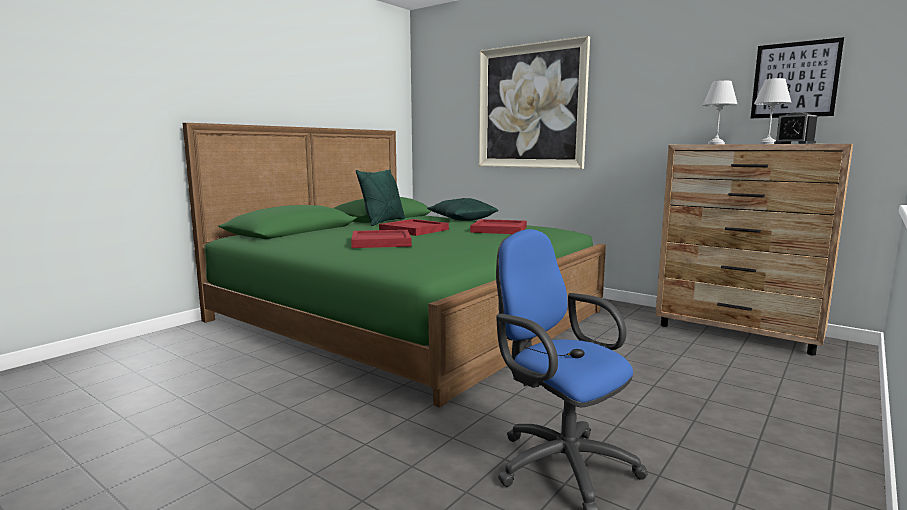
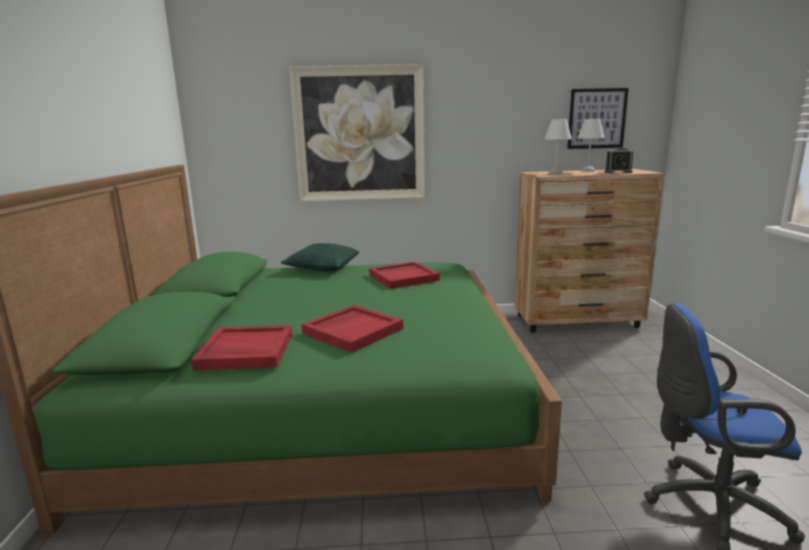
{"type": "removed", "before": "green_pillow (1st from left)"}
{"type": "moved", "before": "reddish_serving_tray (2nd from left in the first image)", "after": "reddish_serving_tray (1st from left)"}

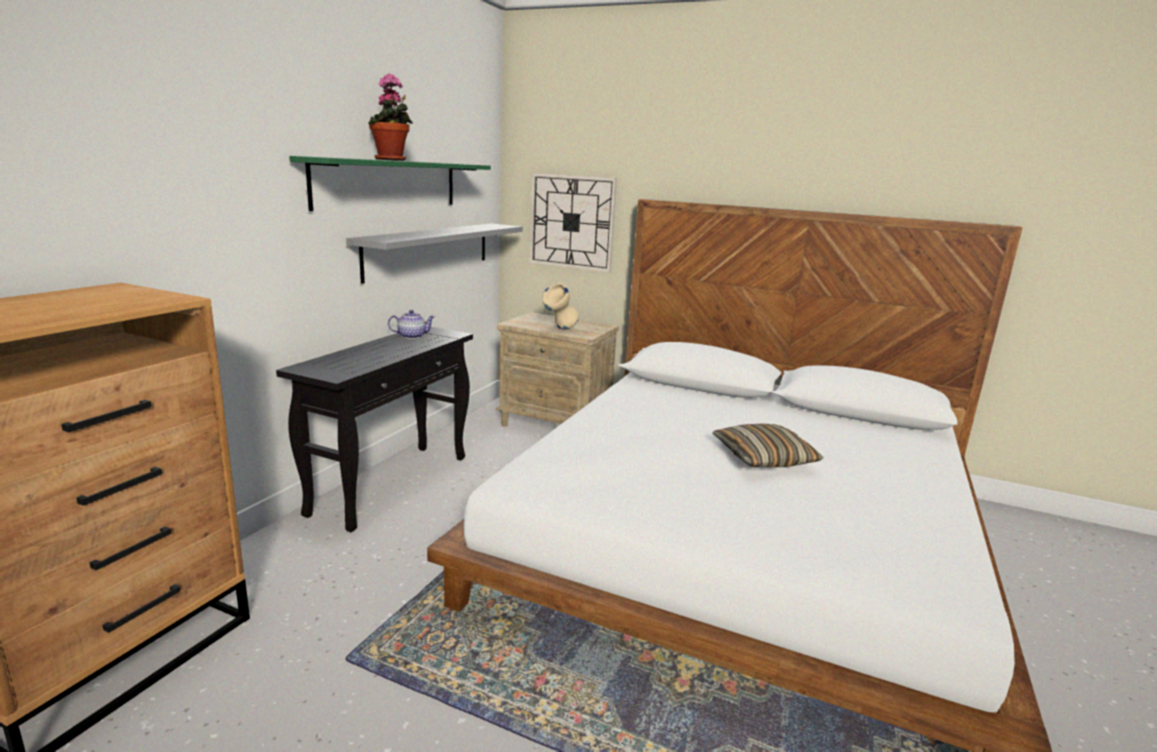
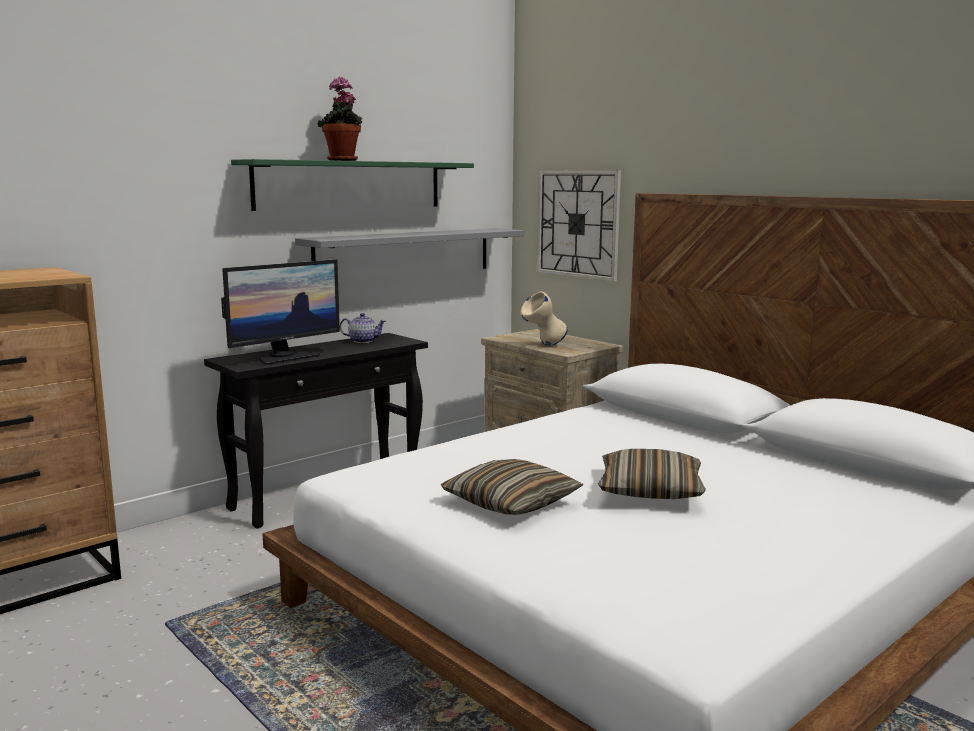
{"type": "added", "after": "monitor"}
{"type": "added", "after": "pillow (1st from left)"}

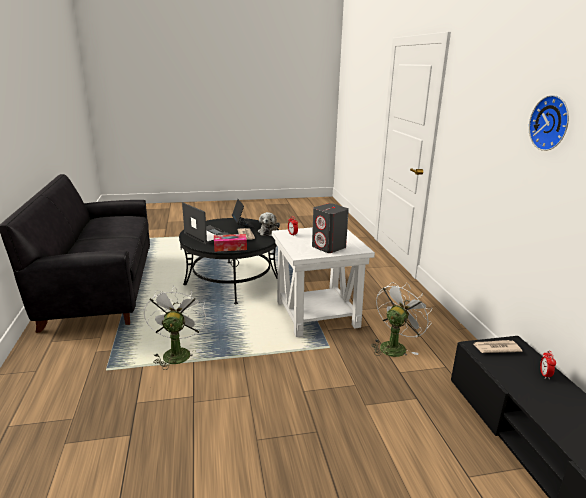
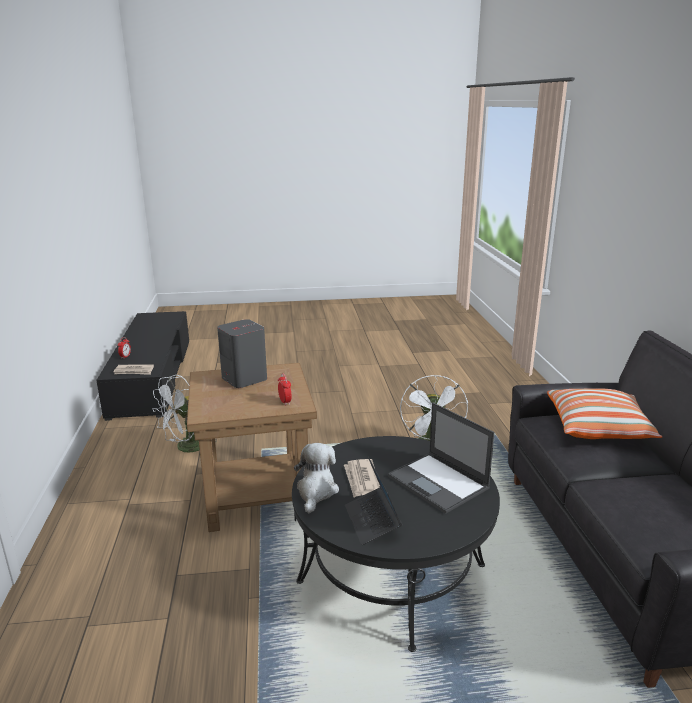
{"type": "removed", "before": "tissue_holder"}
{"type": "recoloured", "before": "white-coloured_side_table", "after": "brownish_side_table"}
{"type": "removed", "before": "hanging_clock"}
{"type": "added", "after": "pillow"}

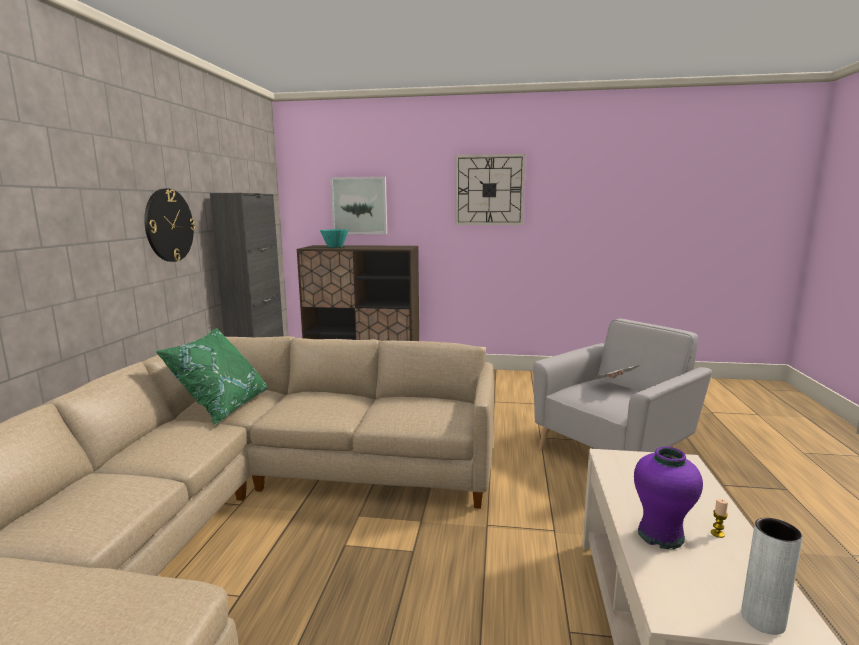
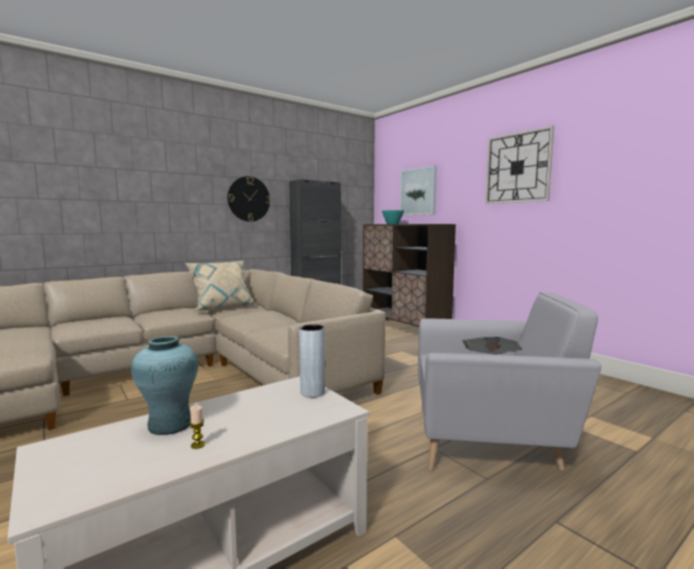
{"type": "recoloured", "before": "green_pillow", "after": "beige_pillow"}
{"type": "recoloured", "before": "purplish_decorative_vase", "after": "turquoise_decorative_vase"}
{"type": "moved", "before": "gray_decorative_vase"}

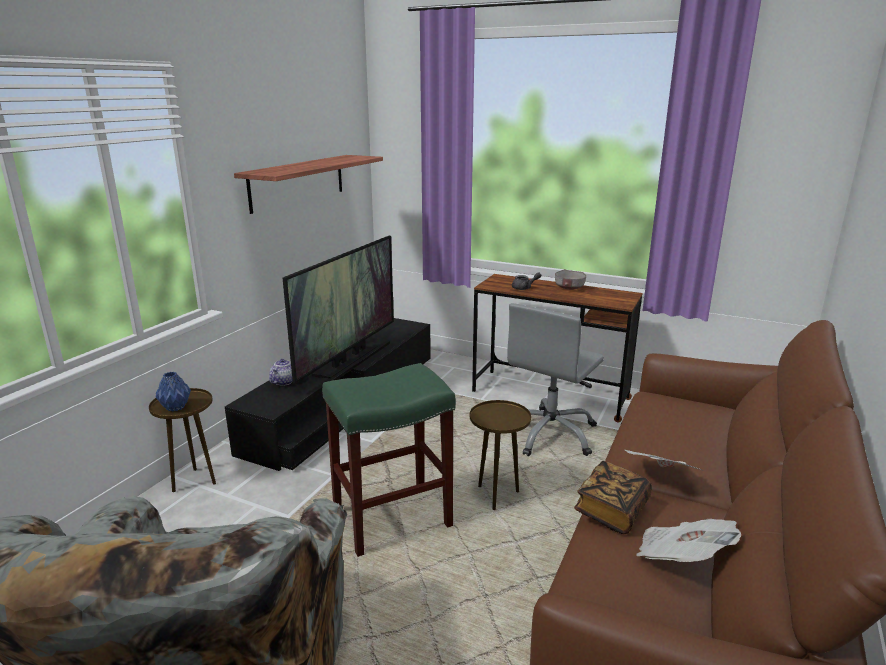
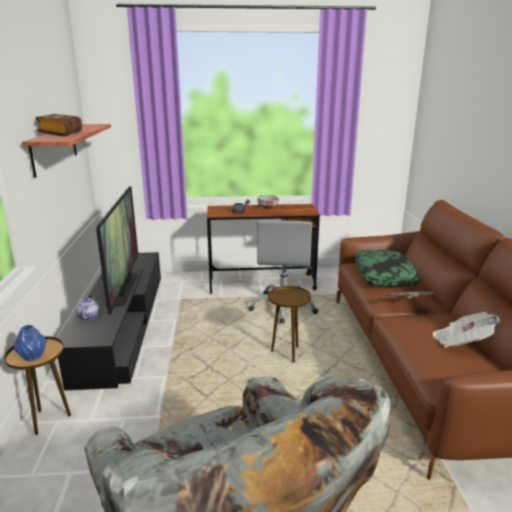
{"type": "removed", "before": "green_sitting_stool"}
{"type": "moved", "before": "bound_book"}
{"type": "added", "after": "pillow"}

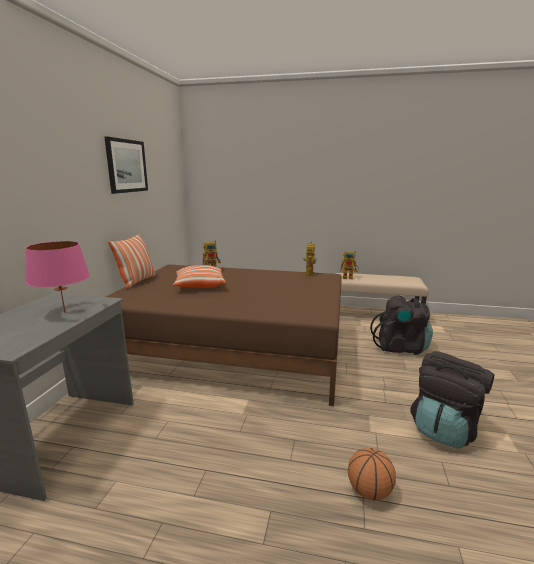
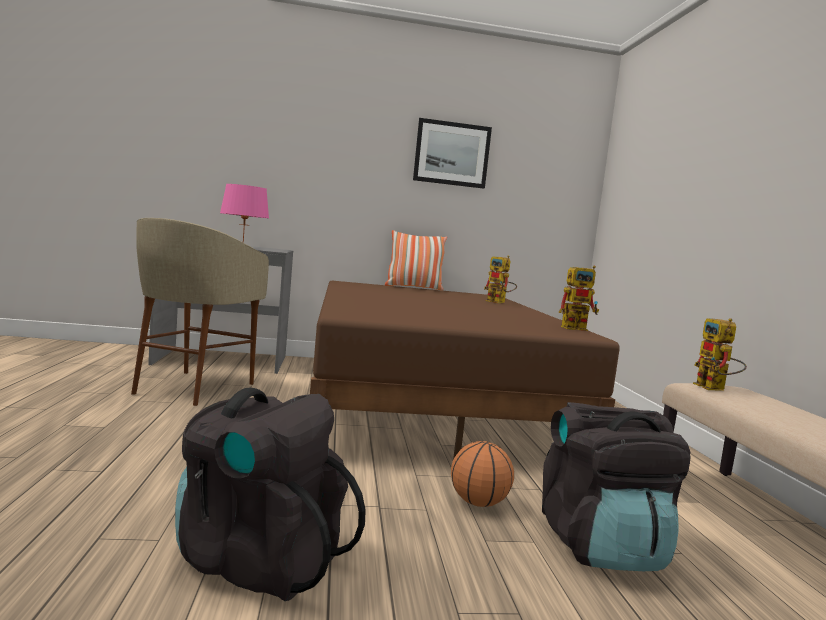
{"type": "removed", "before": "pillow (2nd from left)"}
{"type": "moved", "before": "ball_for_basketball"}
{"type": "added", "after": "beige_sitting_stool"}

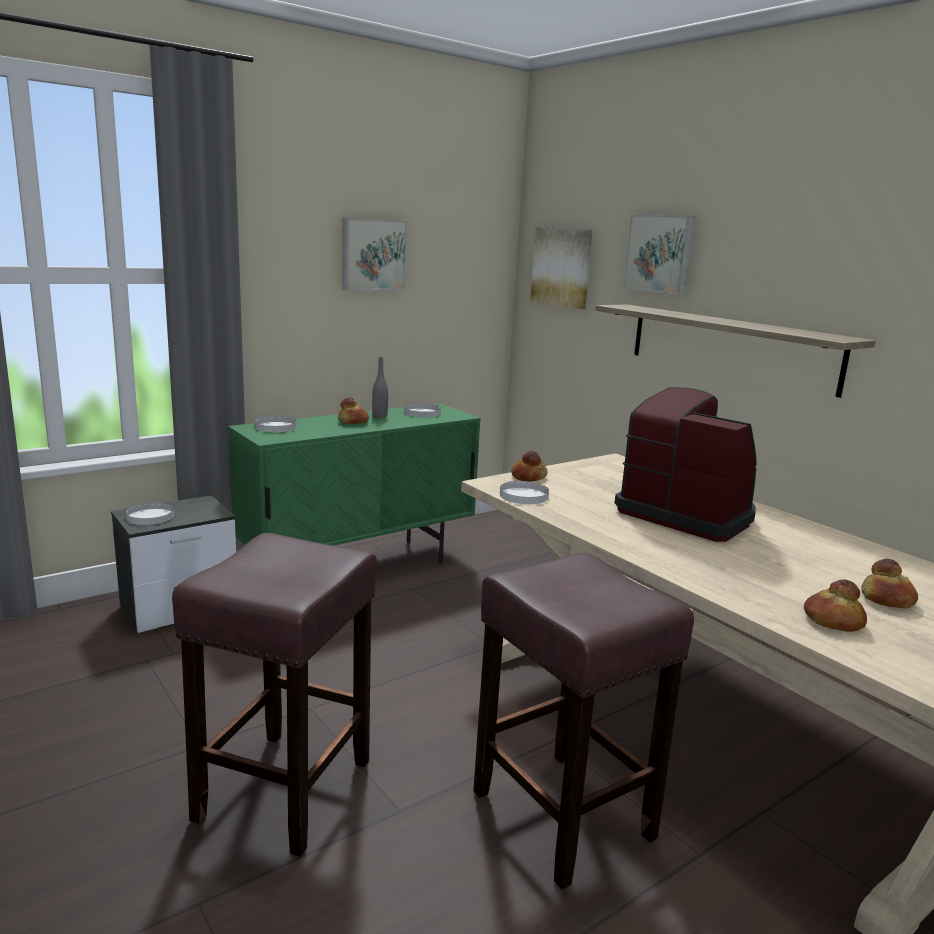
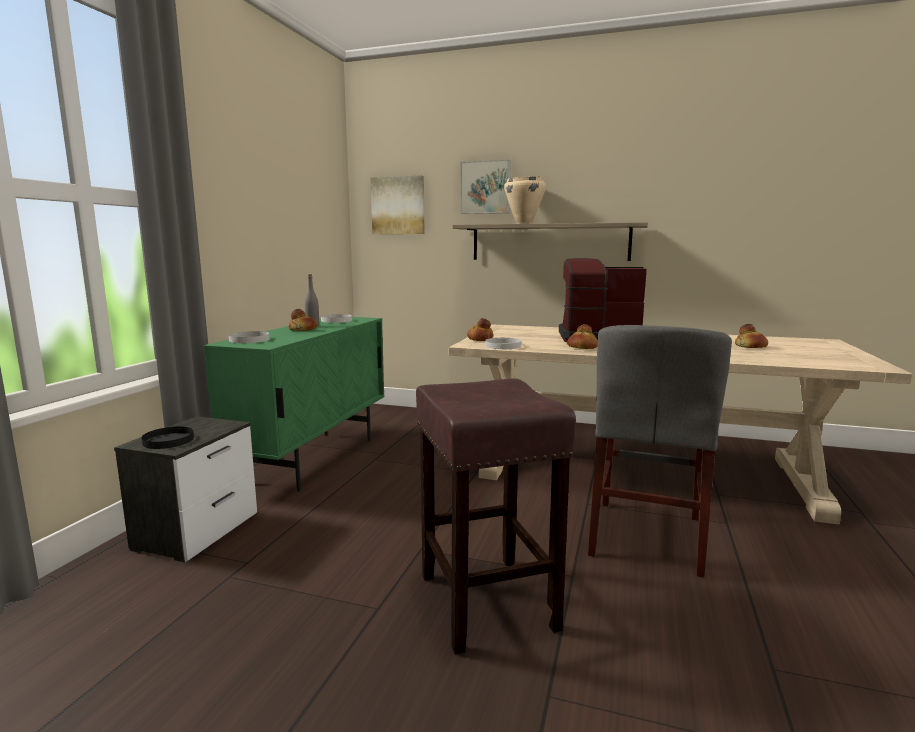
{"type": "recoloured", "before": "white-coloured_dinner_plate (1st from left)", "after": "blackish_dinner_plate"}
{"type": "removed", "before": "wall_picture (1st from left)"}
{"type": "replaced", "before": "brownish_sitting_stool (2nd from left)", "after": "gray_plain_chair"}
{"type": "moved", "before": "baked_bread (3rd from left)"}
{"type": "added", "after": "beige_cooking_pot"}

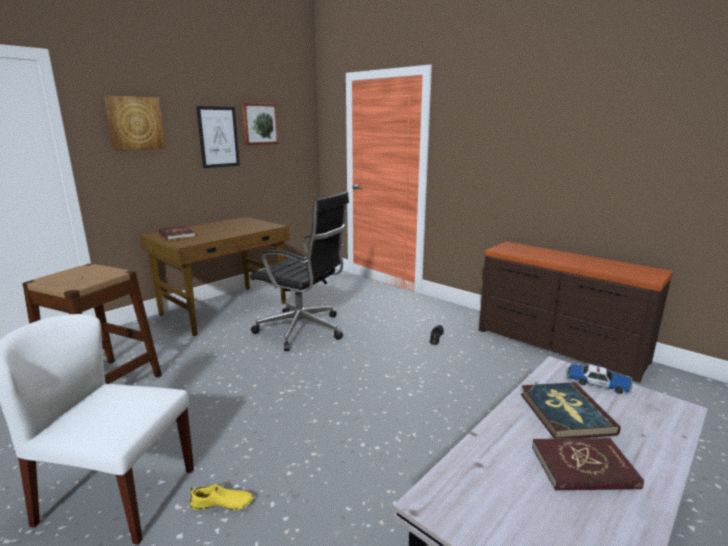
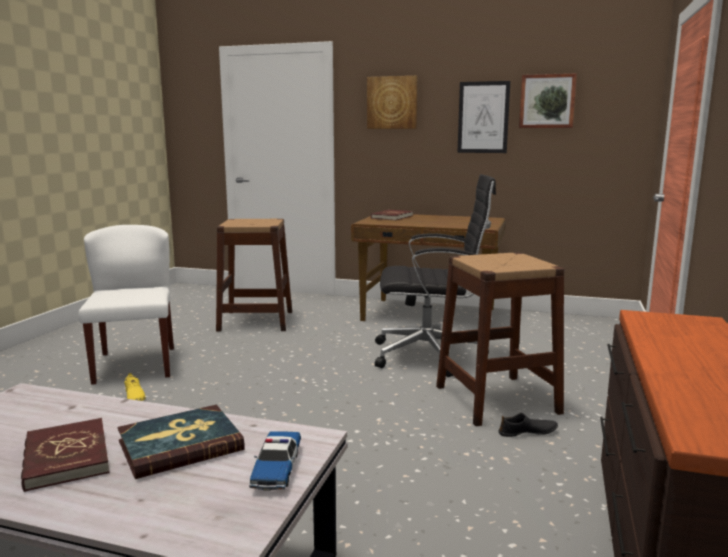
{"type": "turned", "before": "blackish_office_chair", "turn": -90}
{"type": "added", "after": "brownish_sitting_stool (2nd from left)"}

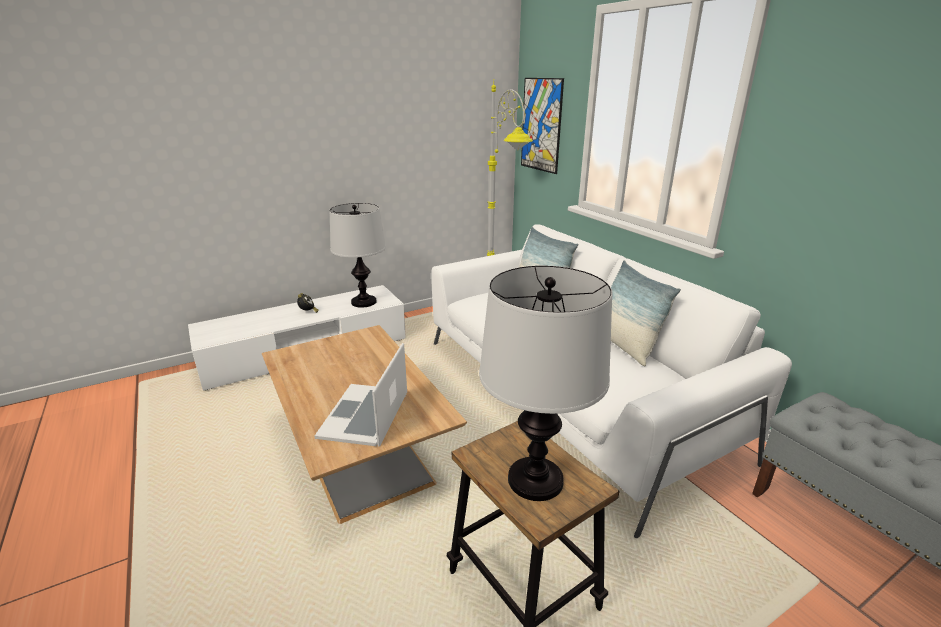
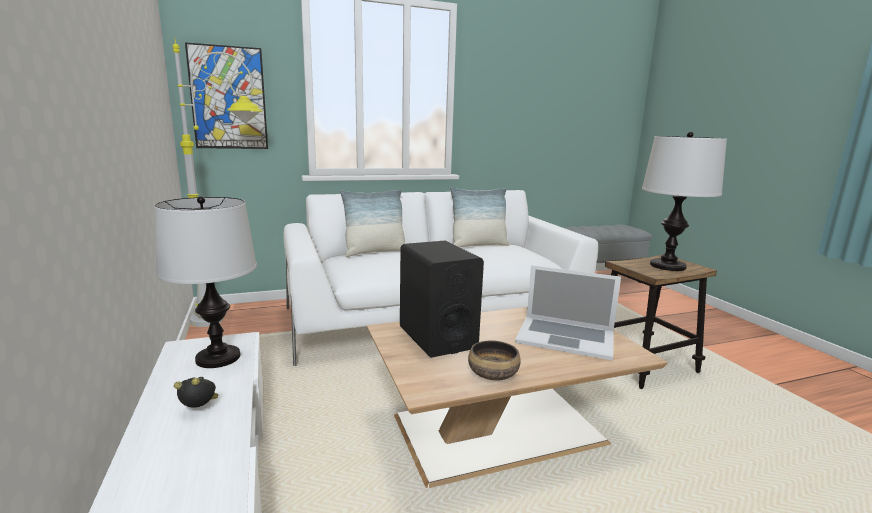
{"type": "added", "after": "blackish_audio_speaker"}
{"type": "added", "after": "deep_dish"}

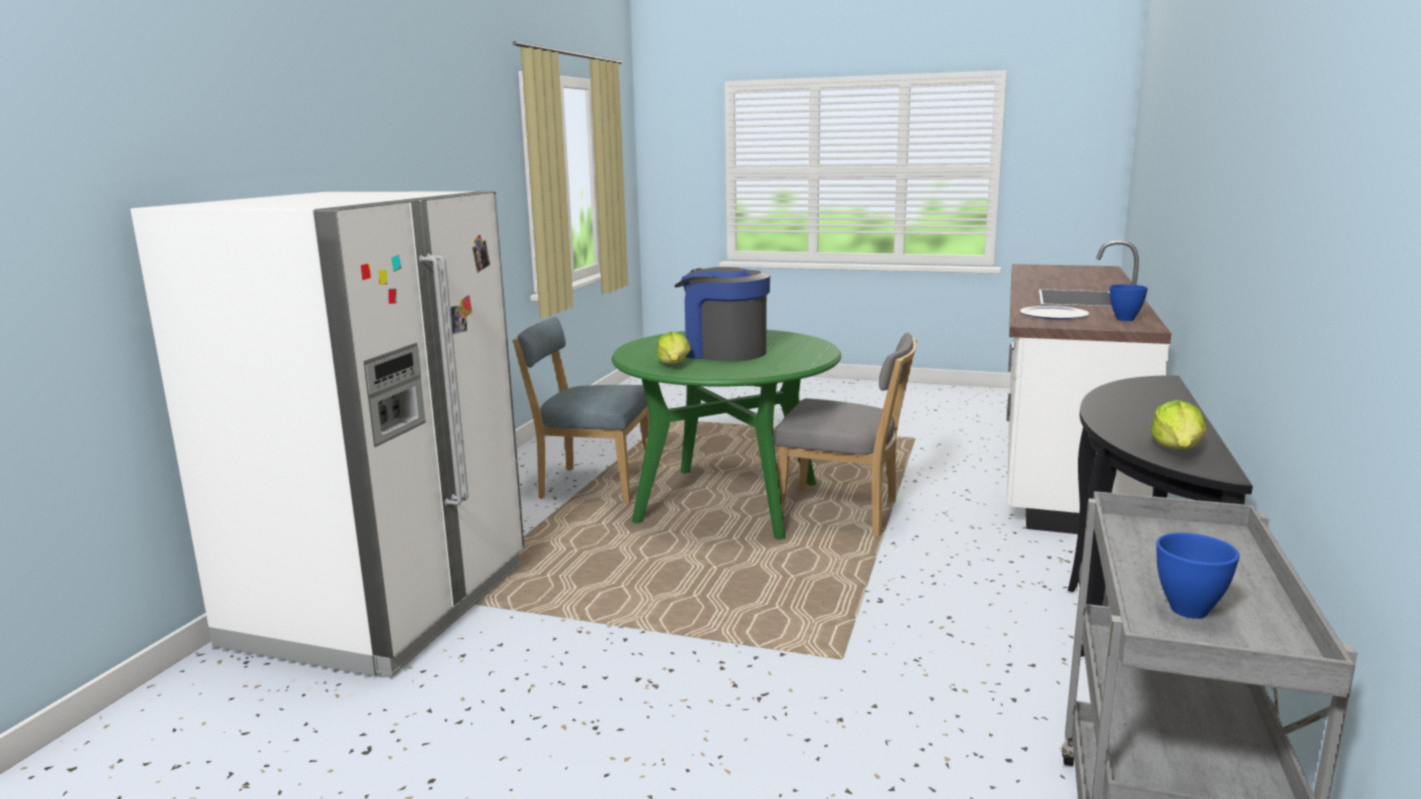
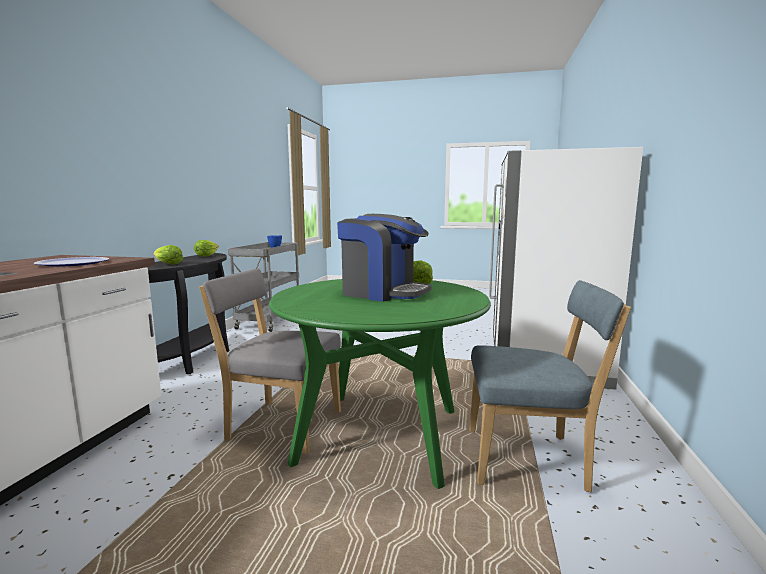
{"type": "removed", "before": "blue-coloured_deep_dish (1st from left)"}
{"type": "added", "after": "lettuce_head (1st from left)"}

